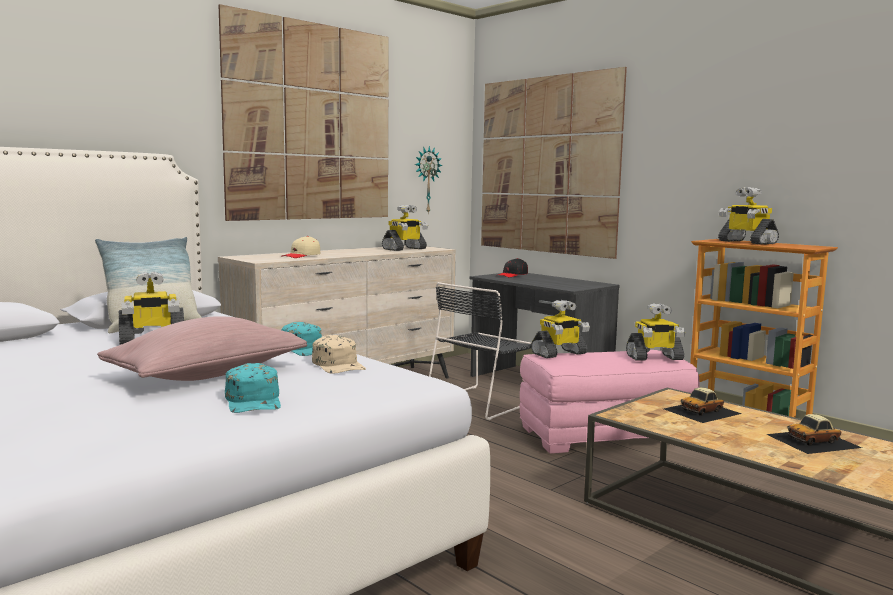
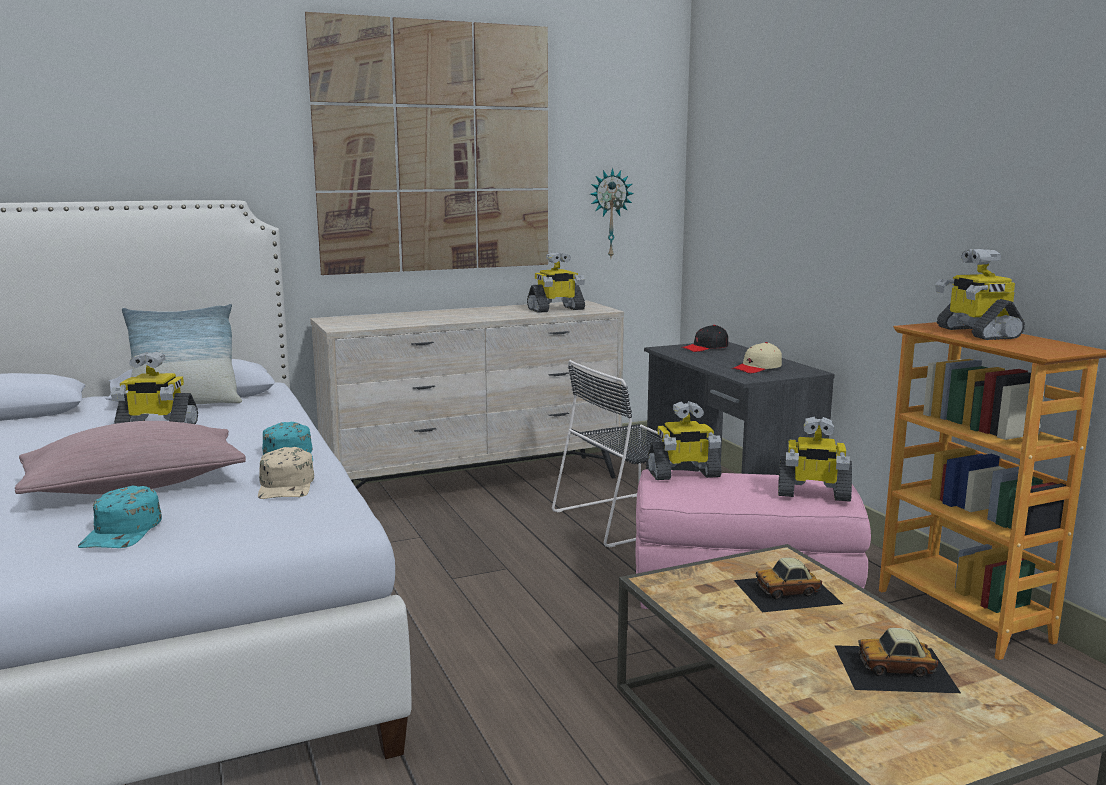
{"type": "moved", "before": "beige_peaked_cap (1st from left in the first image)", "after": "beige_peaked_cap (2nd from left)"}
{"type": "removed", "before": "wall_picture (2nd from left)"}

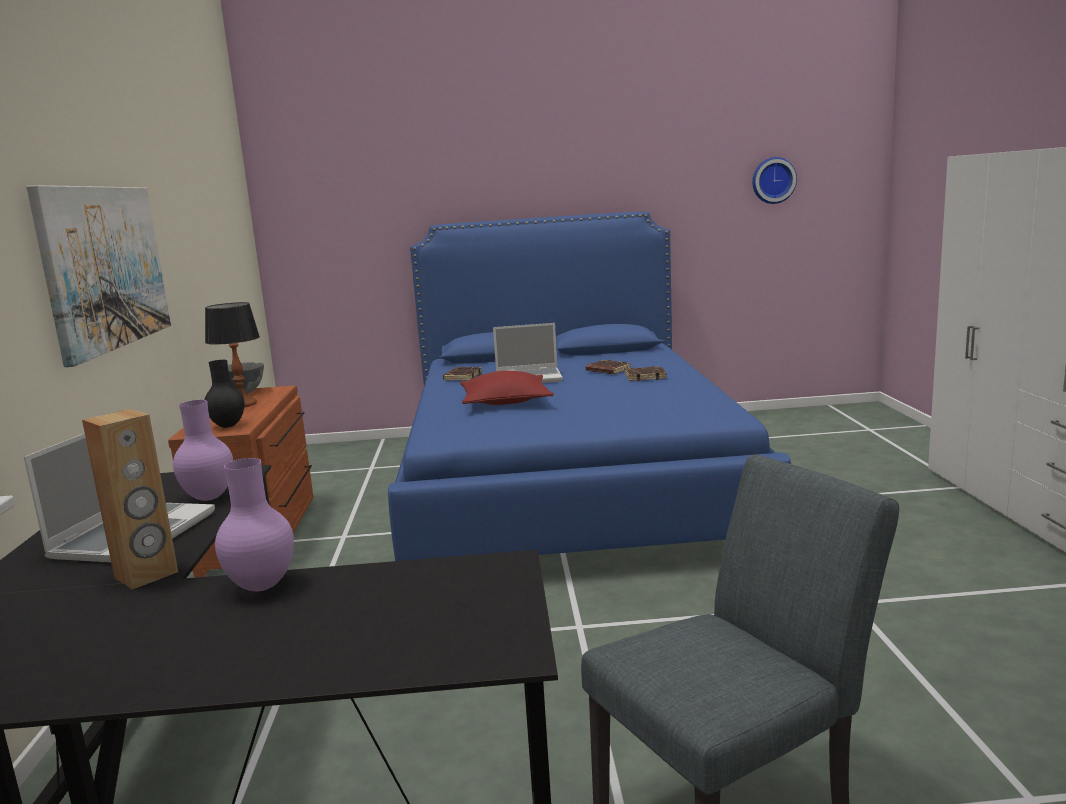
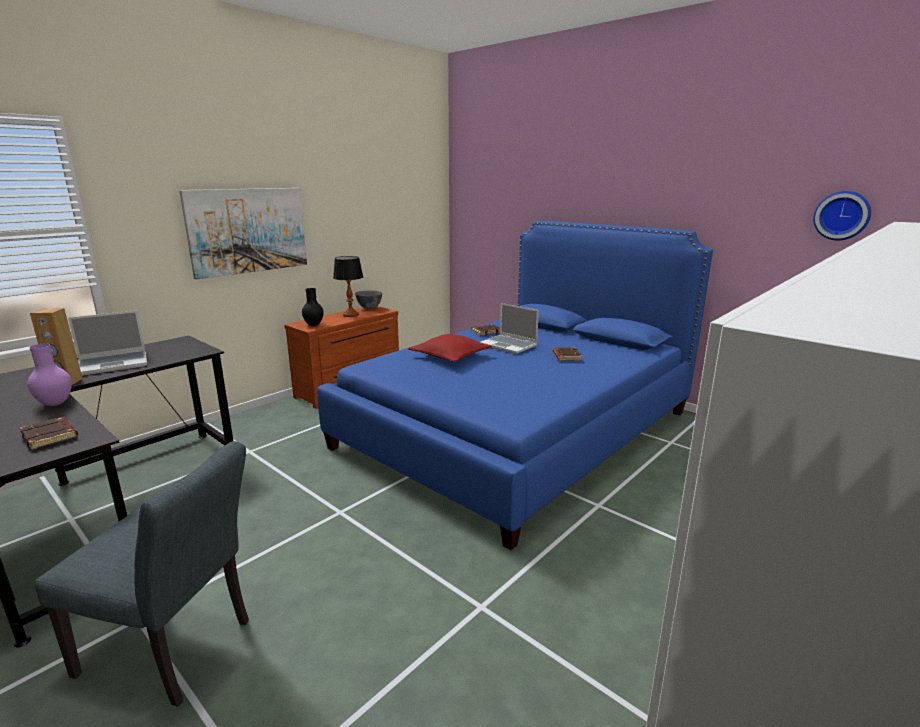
{"type": "removed", "before": "purplish_decorative_vase (1st from left)"}
{"type": "moved", "before": "brownish_bound_book (3rd from left in the first image)", "after": "brownish_bound_book (1st from left)"}

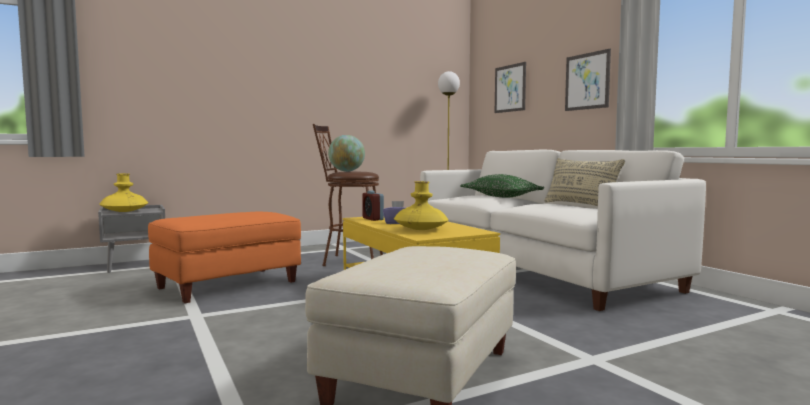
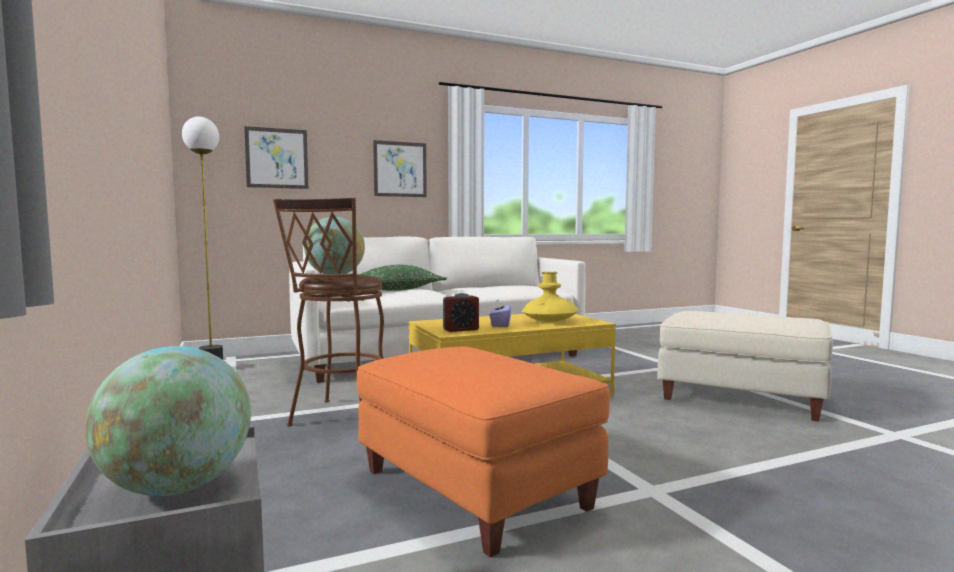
{"type": "replaced", "before": "yellowish_decorative_vase (1st from left)", "after": "globe (1st from left)"}
{"type": "removed", "before": "beige_pillow"}

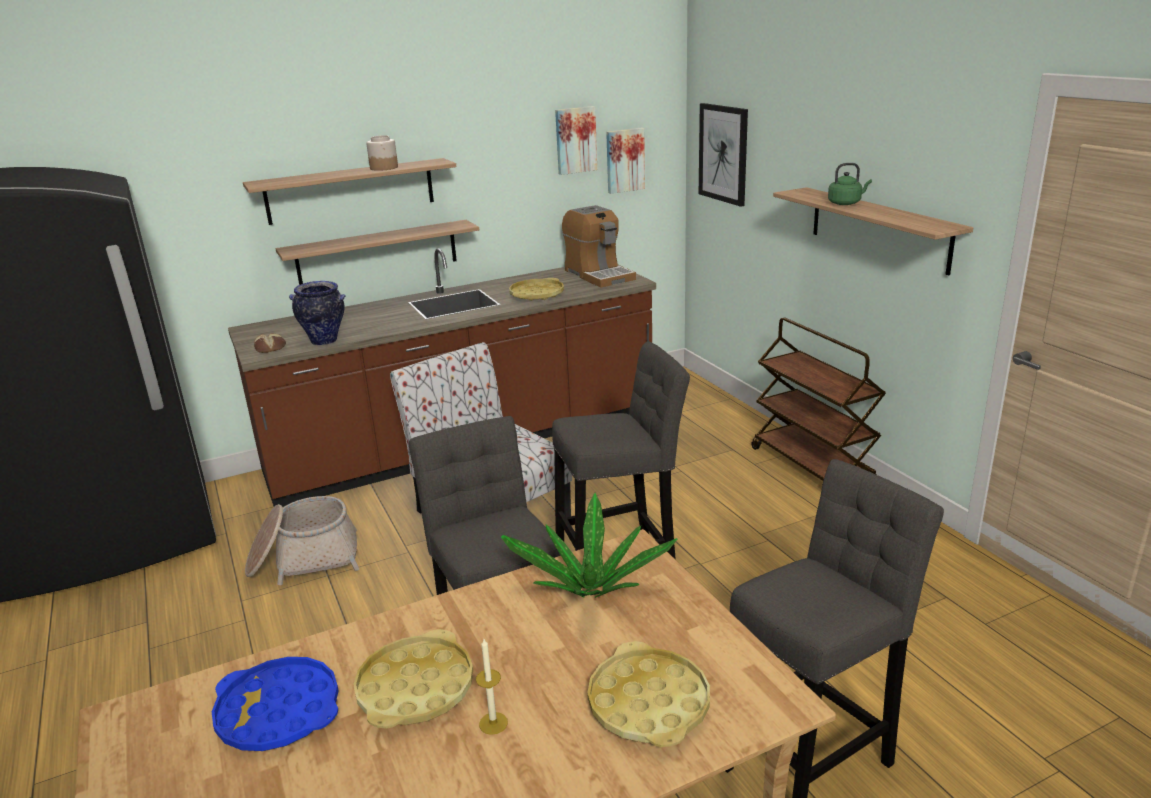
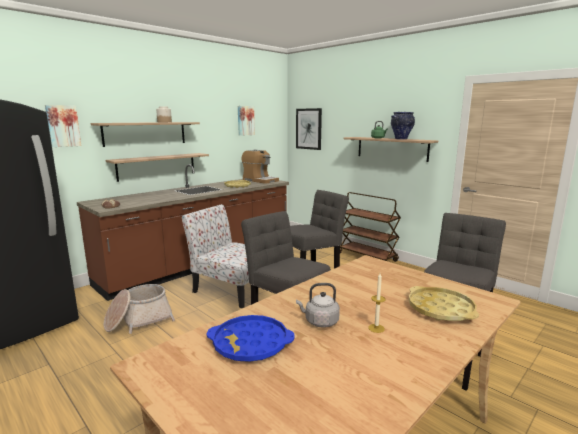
{"type": "moved", "before": "decorative_vase"}
{"type": "replaced", "before": "yellowish_serving_tray (1st from left)", "after": "gray_tea_kettle"}
{"type": "removed", "before": "plant_in_a_pot"}
{"type": "moved", "before": "wall_picture (2nd from left in the first image)", "after": "wall_picture (1st from left)"}

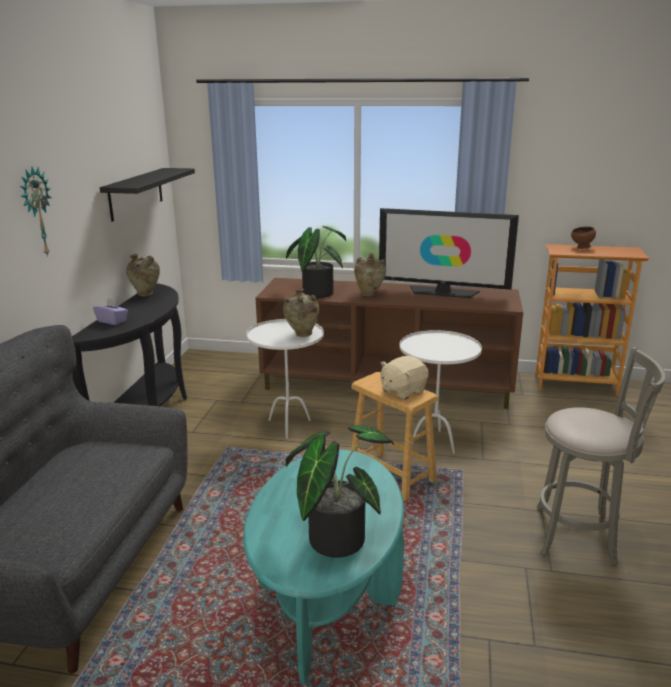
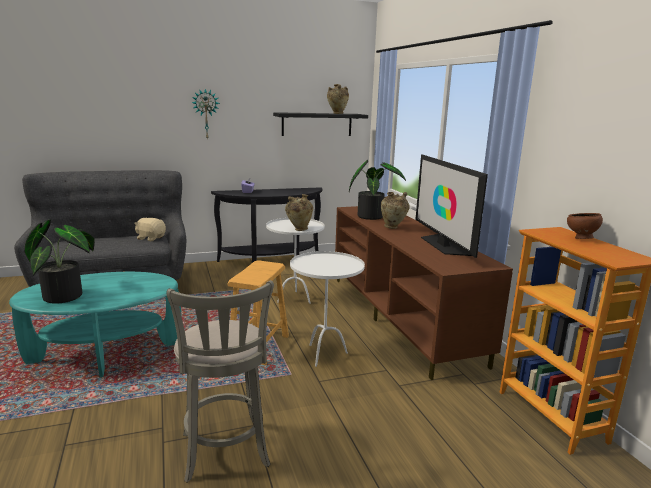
{"type": "moved", "before": "beige_decorative_vase (1st from left in the first image)", "after": "beige_decorative_vase (2nd from left)"}
{"type": "moved", "before": "beige_plush_toy"}

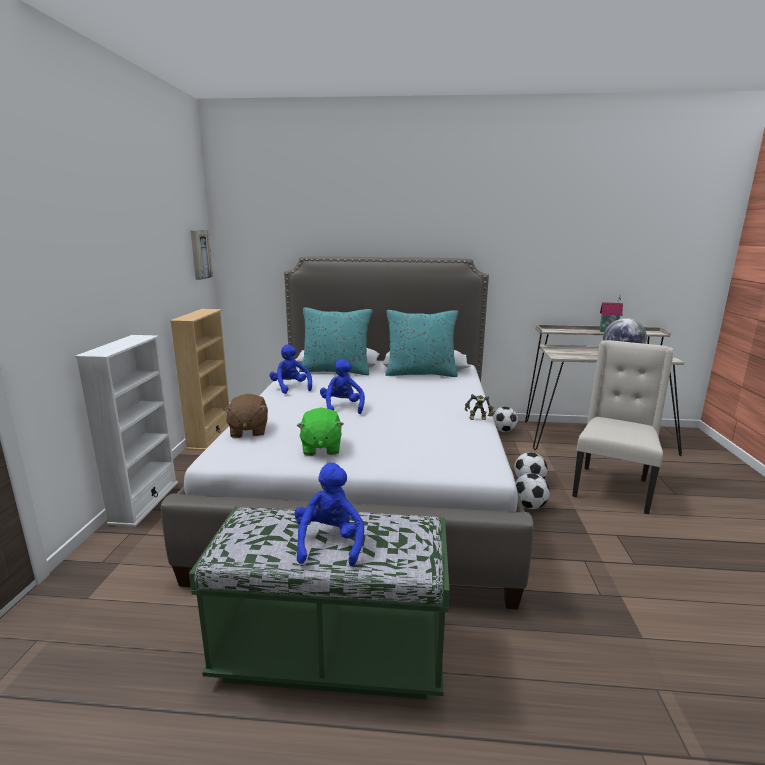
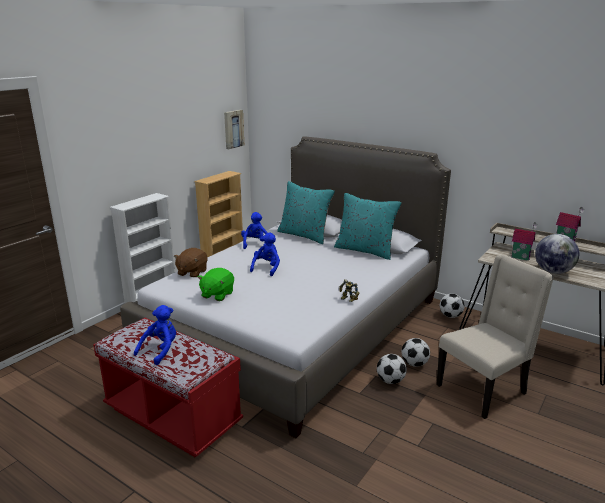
{"type": "recoloured", "before": "green_long_seat", "after": "reddish_long_seat"}
{"type": "added", "after": "toy_house (1st from left)"}

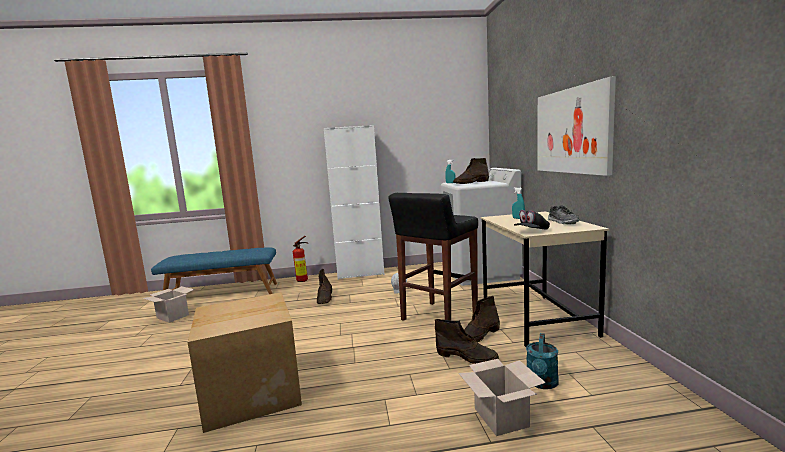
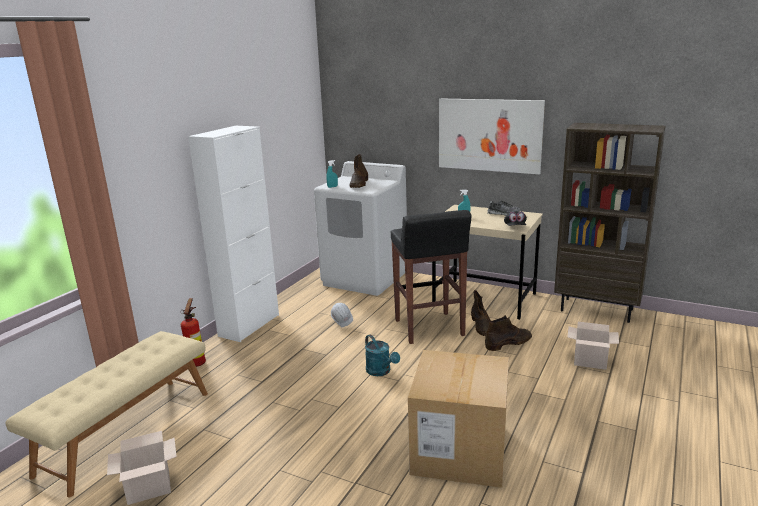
{"type": "recoloured", "before": "blue-coloured_long_seat", "after": "beige_long_seat"}
{"type": "removed", "before": "brownish_high-top_boot (1st from left)"}
{"type": "moved", "before": "turquoise_watering_pot"}
{"type": "added", "after": "brownish_bookcase"}

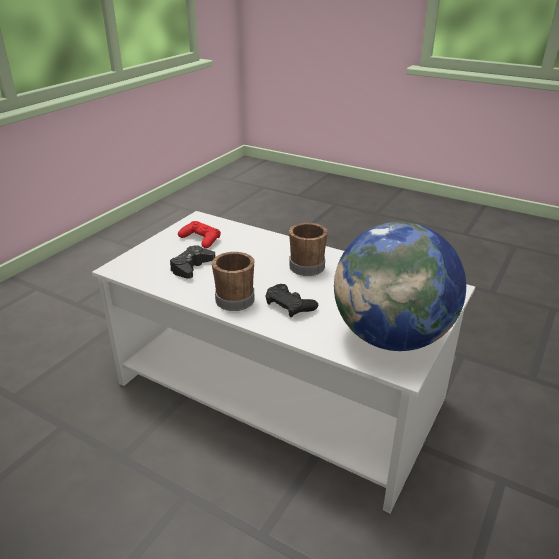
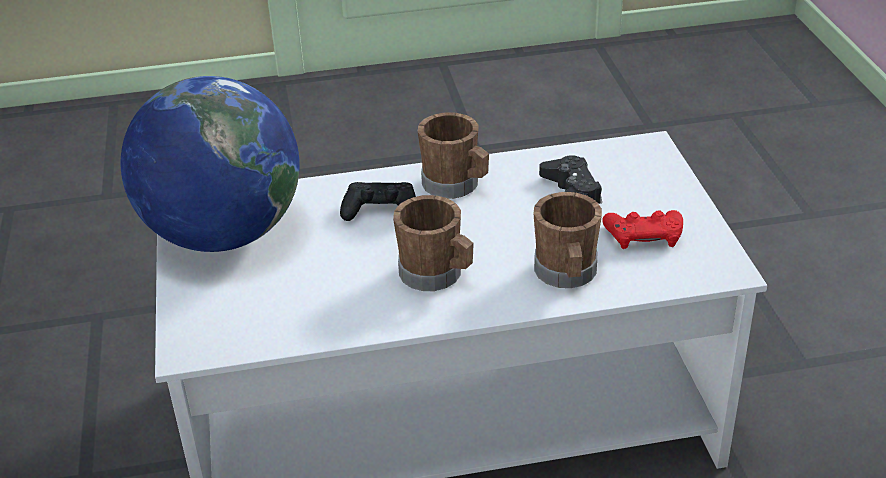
{"type": "added", "after": "brownish_coffee_mug (3rd from left)"}

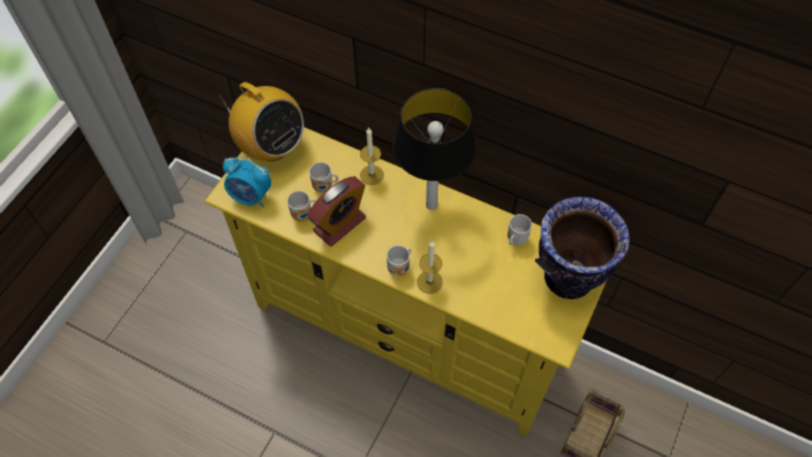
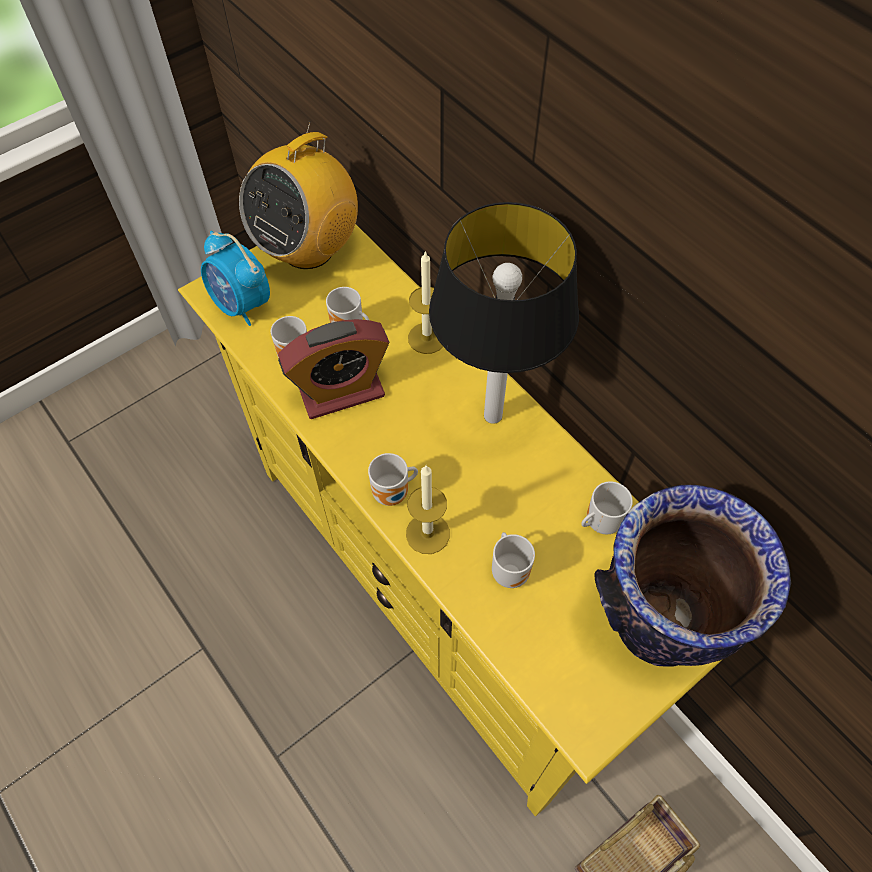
{"type": "turned", "before": "radio_receiver", "turn": 60}
{"type": "added", "after": "coffee_mug (4th from left)"}

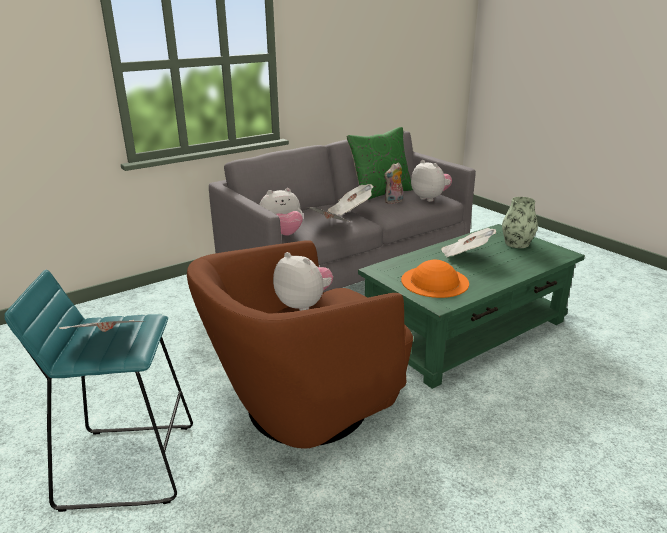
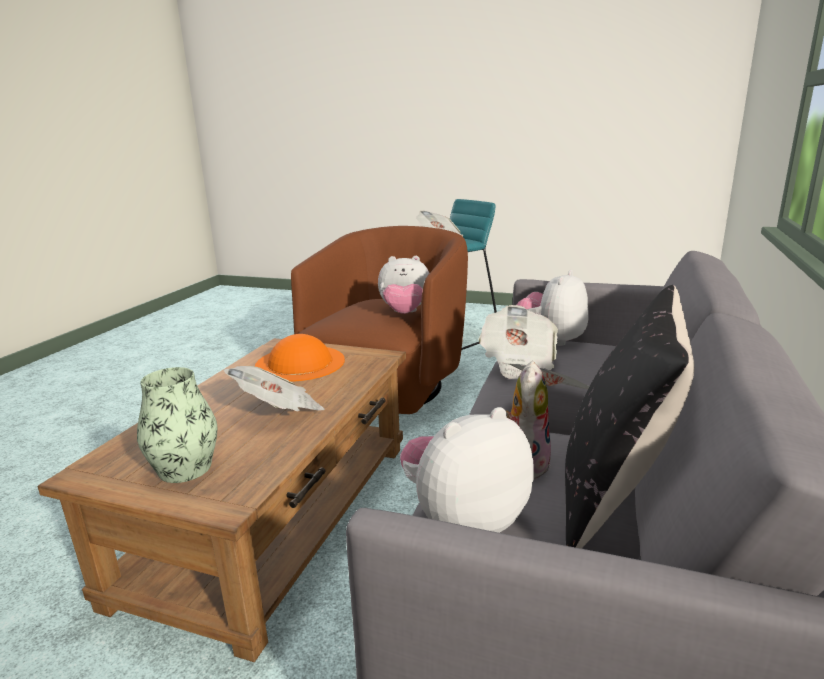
{"type": "recoloured", "before": "green_pillow", "after": "blackish_pillow"}
{"type": "recoloured", "before": "green_lounge_table", "after": "brownish_lounge_table"}
{"type": "turned", "before": "plush_toy (4th from left in the first image)", "turn": 135}

